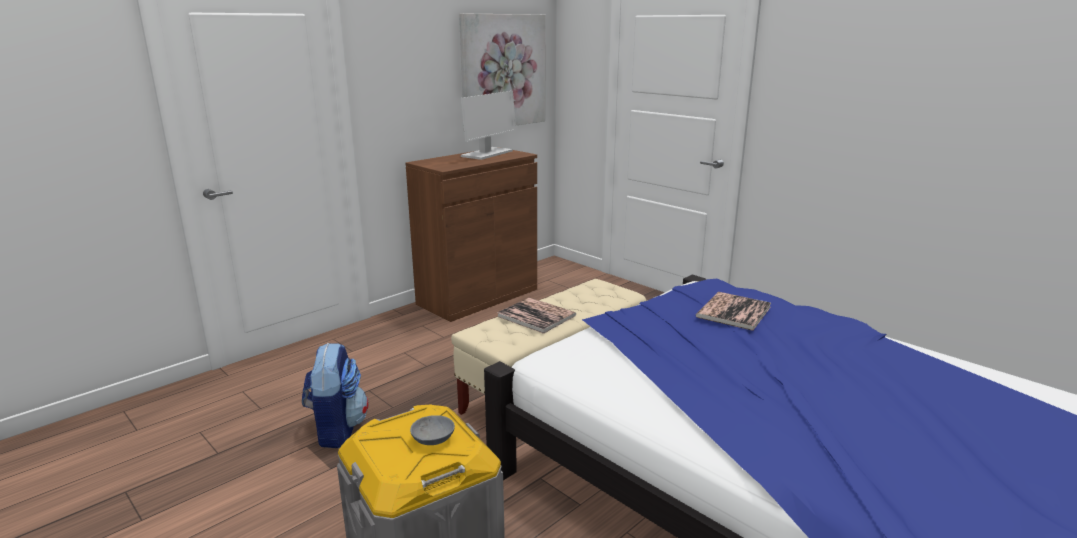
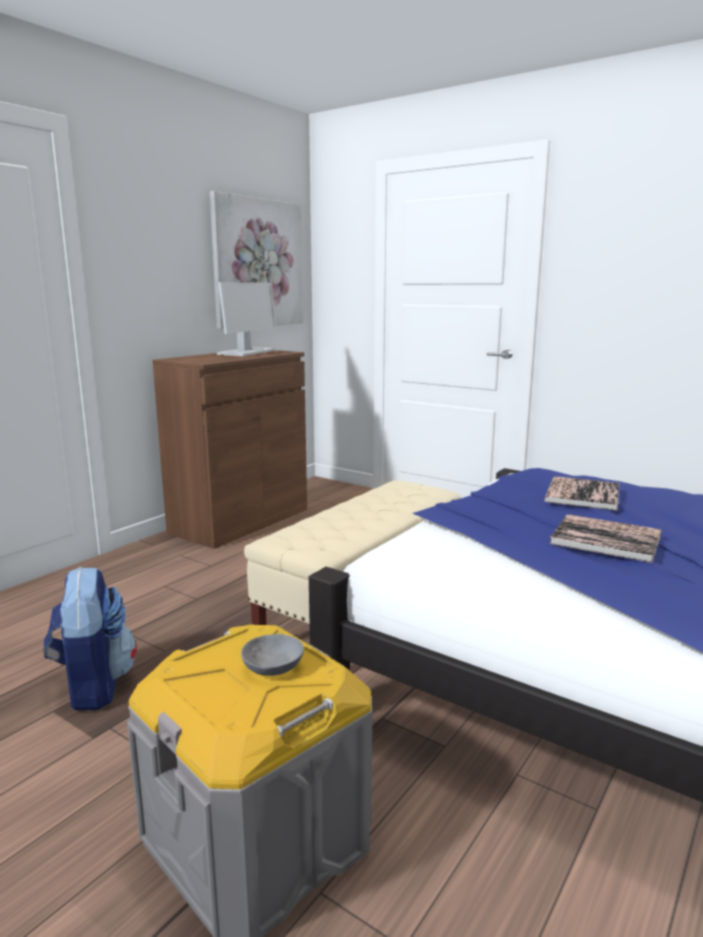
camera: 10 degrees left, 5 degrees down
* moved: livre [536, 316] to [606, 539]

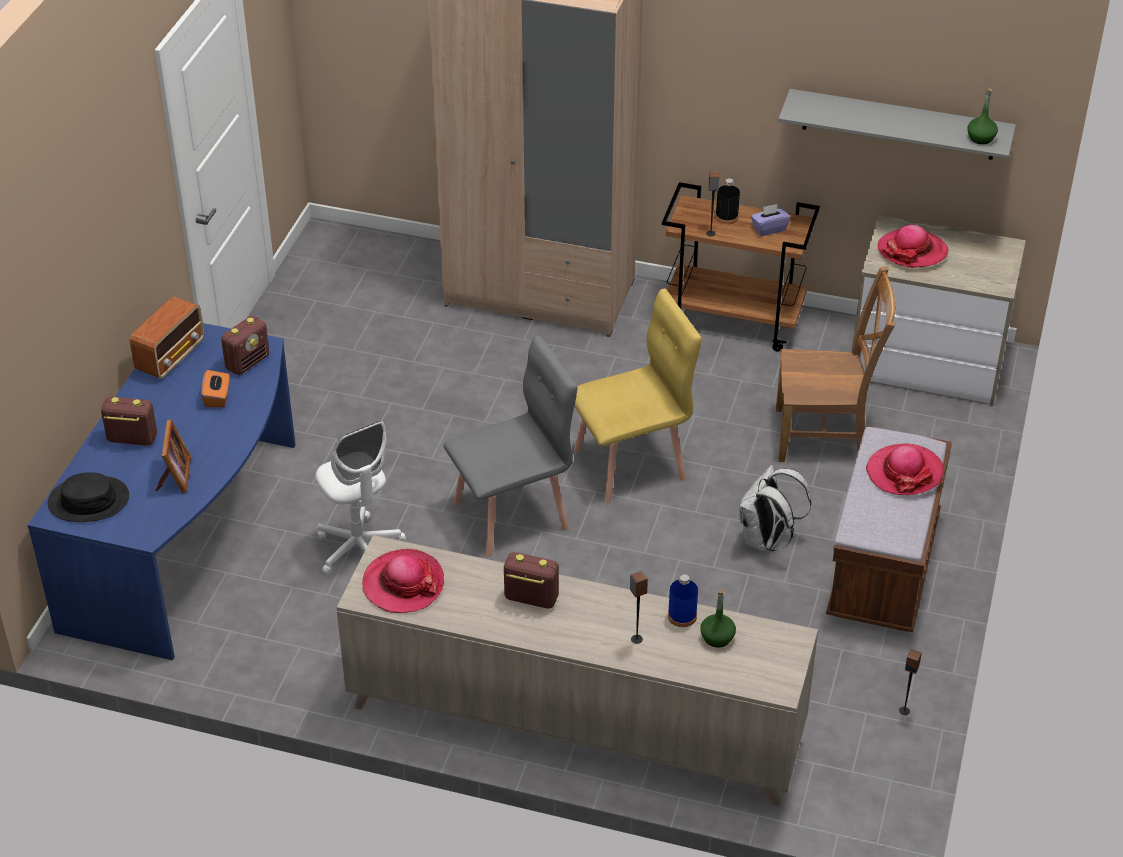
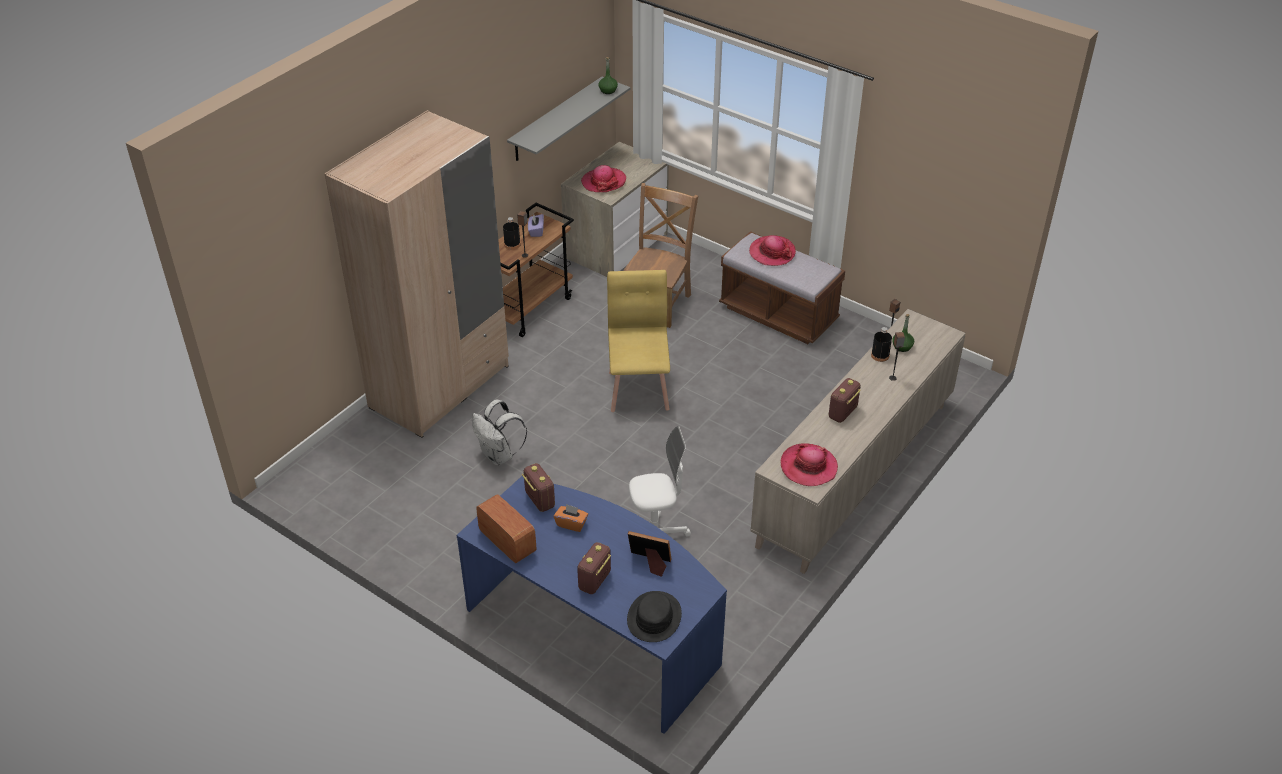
camera: 70 degrees left, 0 degrees up
* removed: chaise (gris) [512, 515]
* moved: sac à dos (blanc) [766, 541] to [499, 456]
* recoloured: bouteille (bleu) [682, 616] to bouteille (noir) [880, 355]

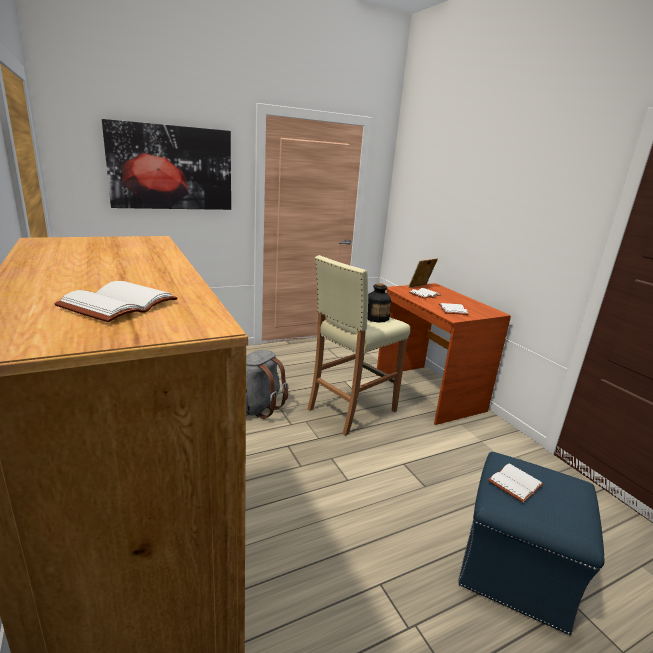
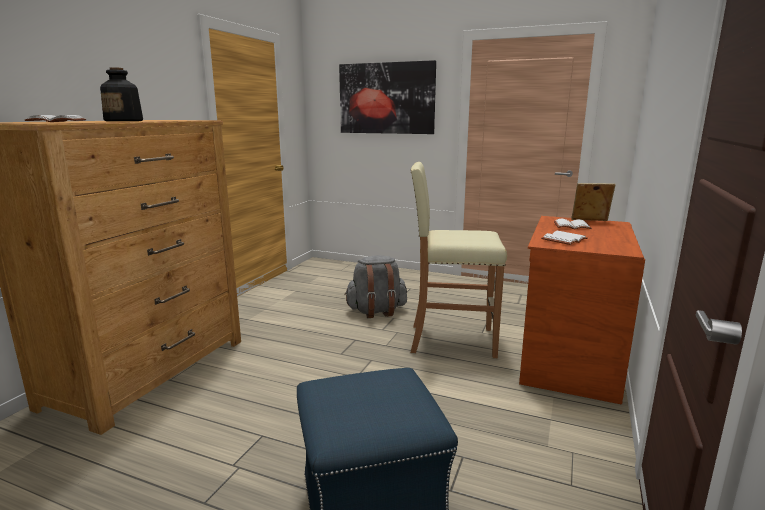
camera: 50 degrees right, 5 degrees down
* removed: livre (blanc) [514, 482]
* moved: bouteille [376, 318] to [124, 121]

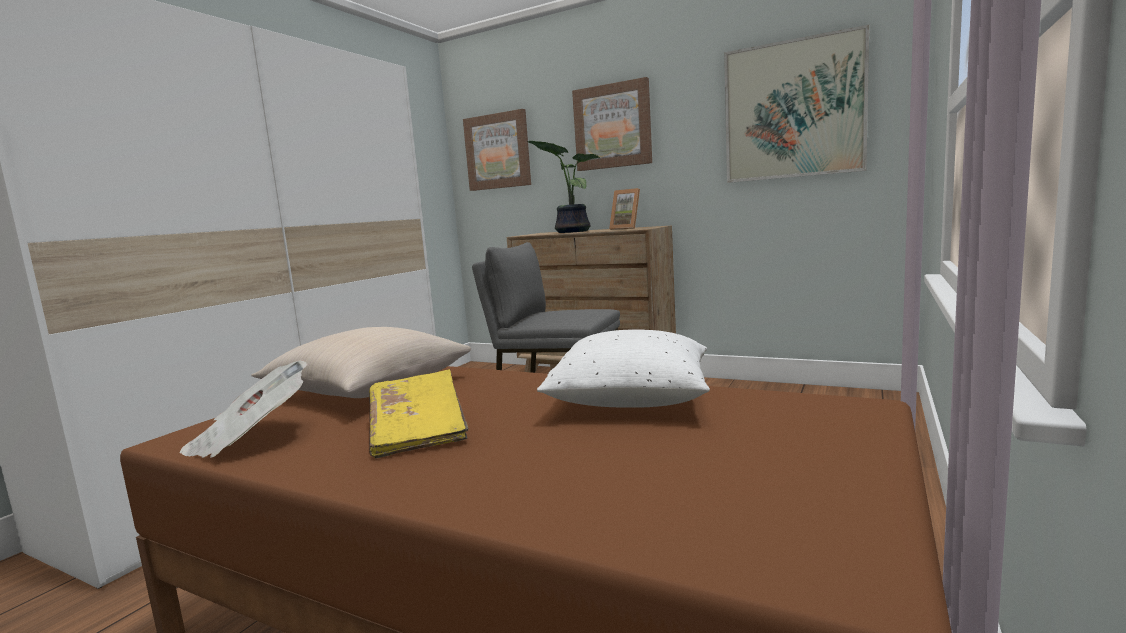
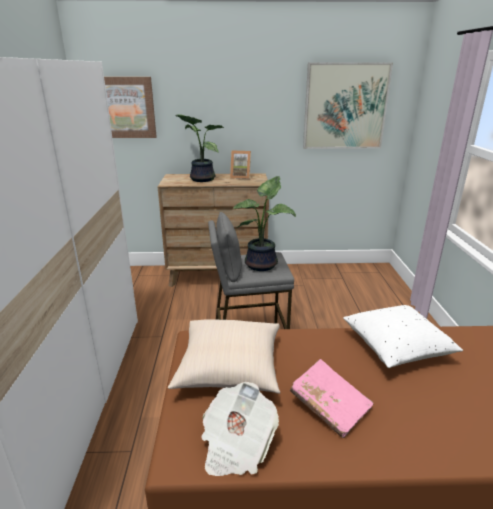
camera: 30 degrees left, 15 degrees up
* removed: tableau [612, 126]
* added: plante en pot [263, 264]
* recoloured: livre (jaune) [418, 431] to livre (rose) [329, 405]

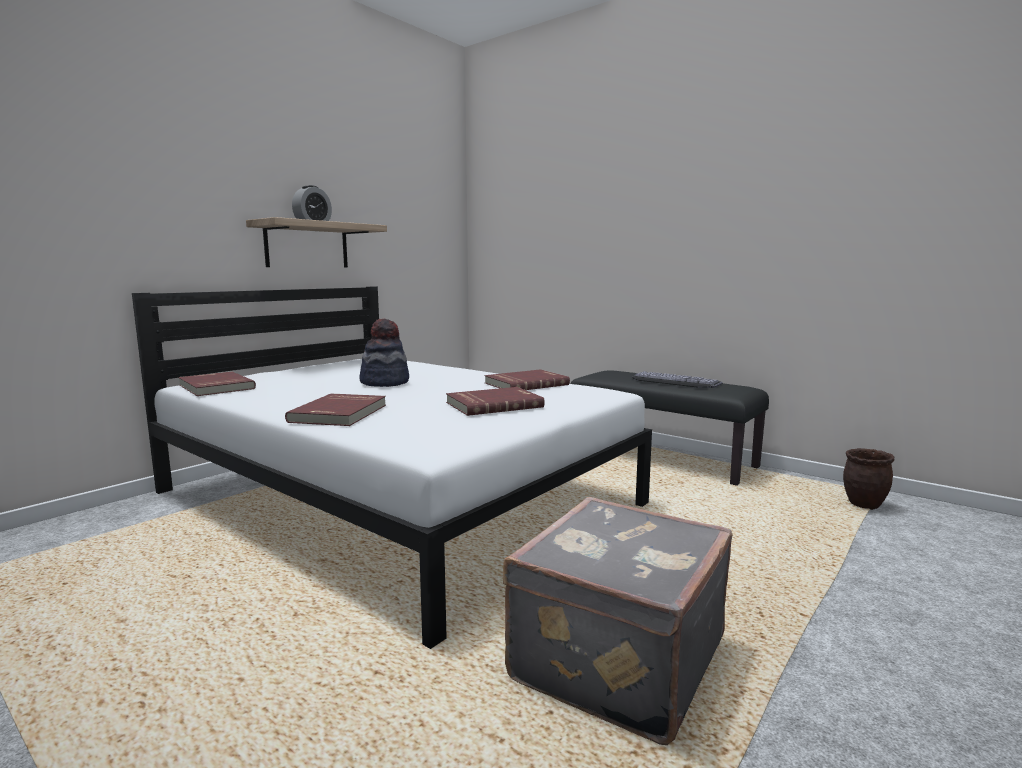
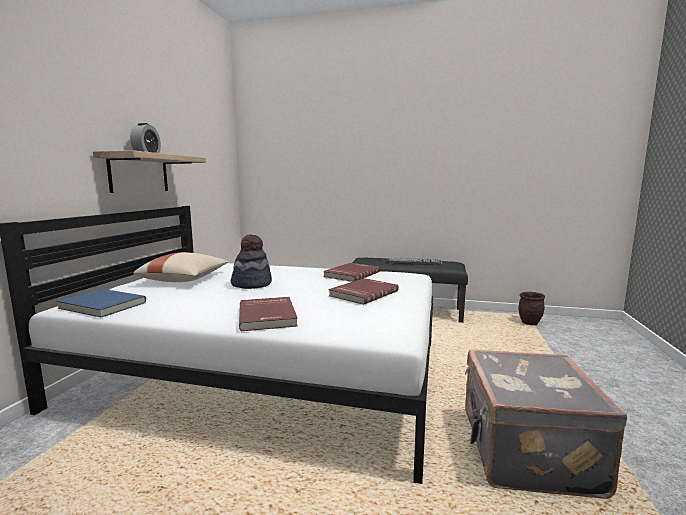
camera: 25 degrees left, 0 degrees up
* added: coussin (beige) [185, 280]
* recoloured: livre (rouge) [215, 387] to livre (bleu) [101, 306]

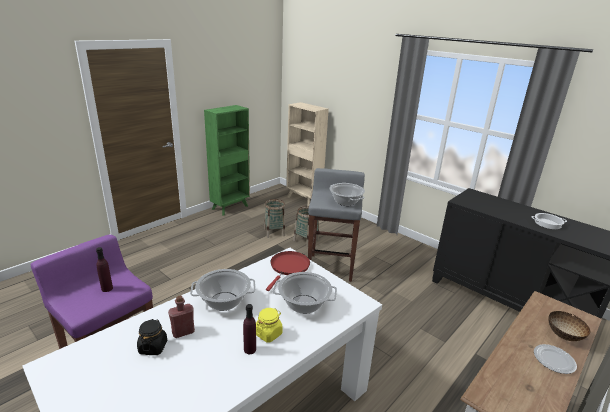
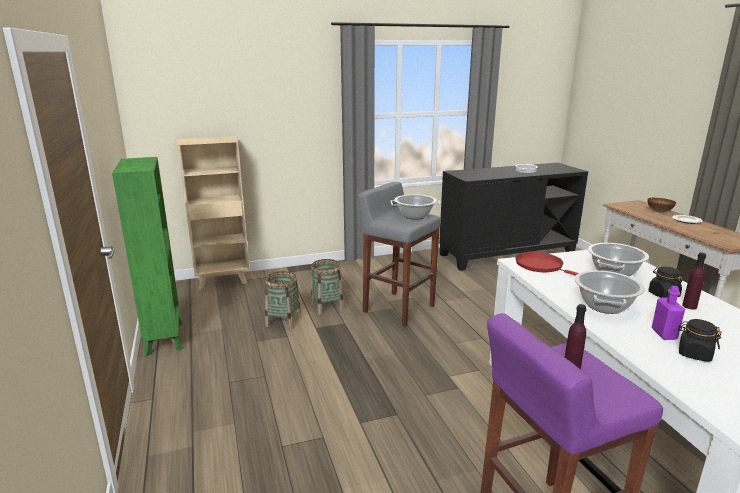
camera: 60 degrees left, 5 degrees down
* recoloured: bouteille (rouge) [183, 332] to bouteille (violet) [664, 334]
* recoloured: bocal (jaune) [268, 334] to bocal (noir) [663, 294]

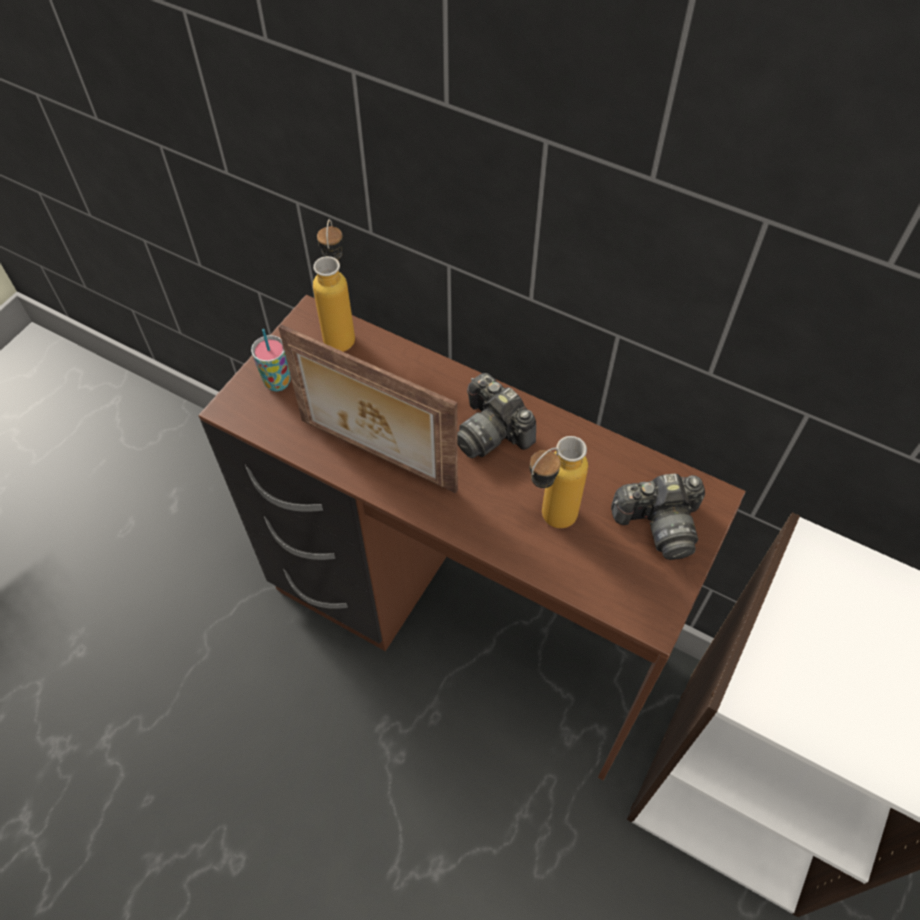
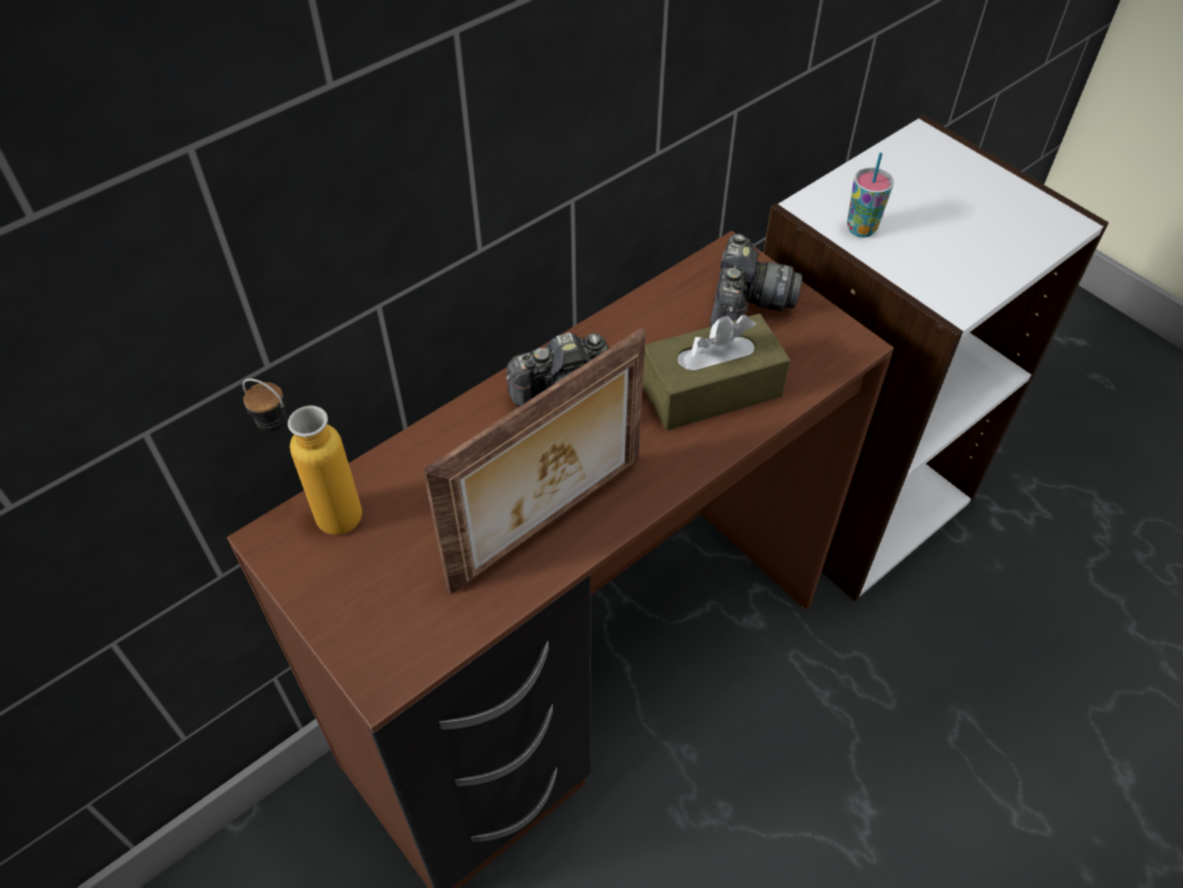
camera: 70 degrees left, 5 degrees down
* moved: tasse [277, 382] to [861, 229]
* replaced: bouteille [548, 523] to boîte à mouchoirs (marron) [711, 389]

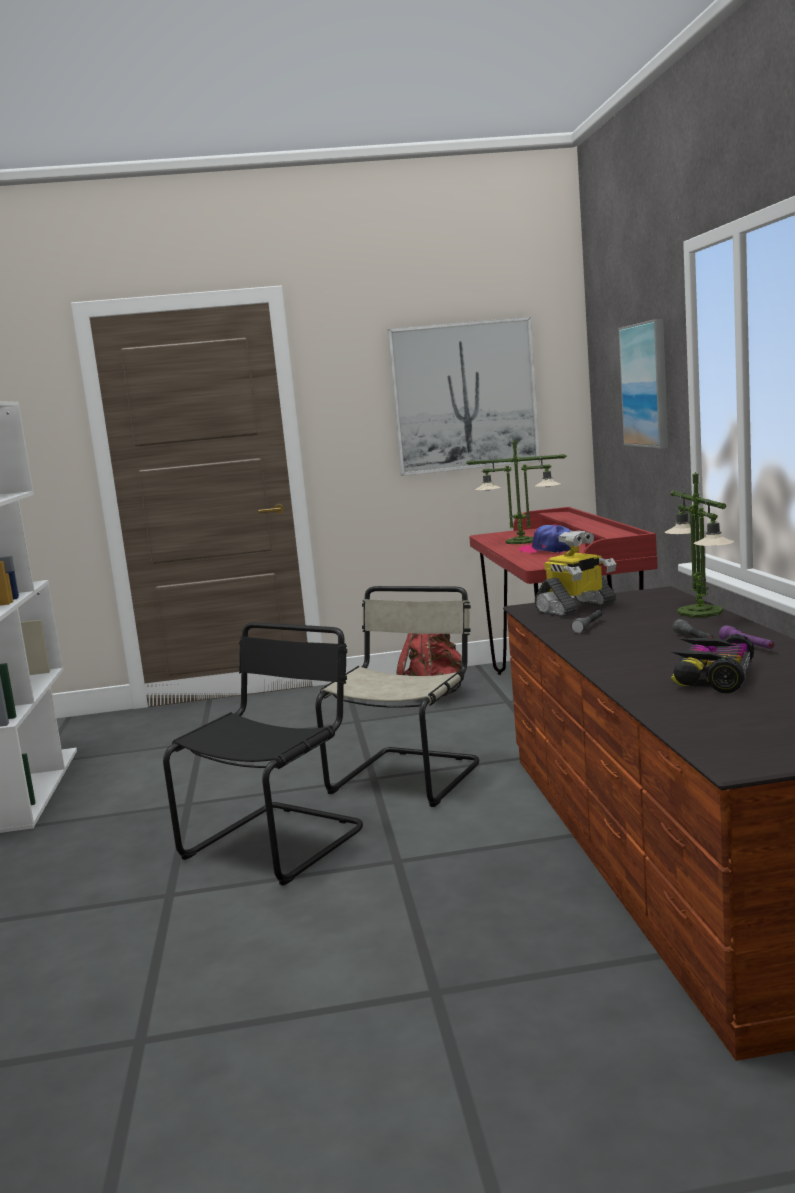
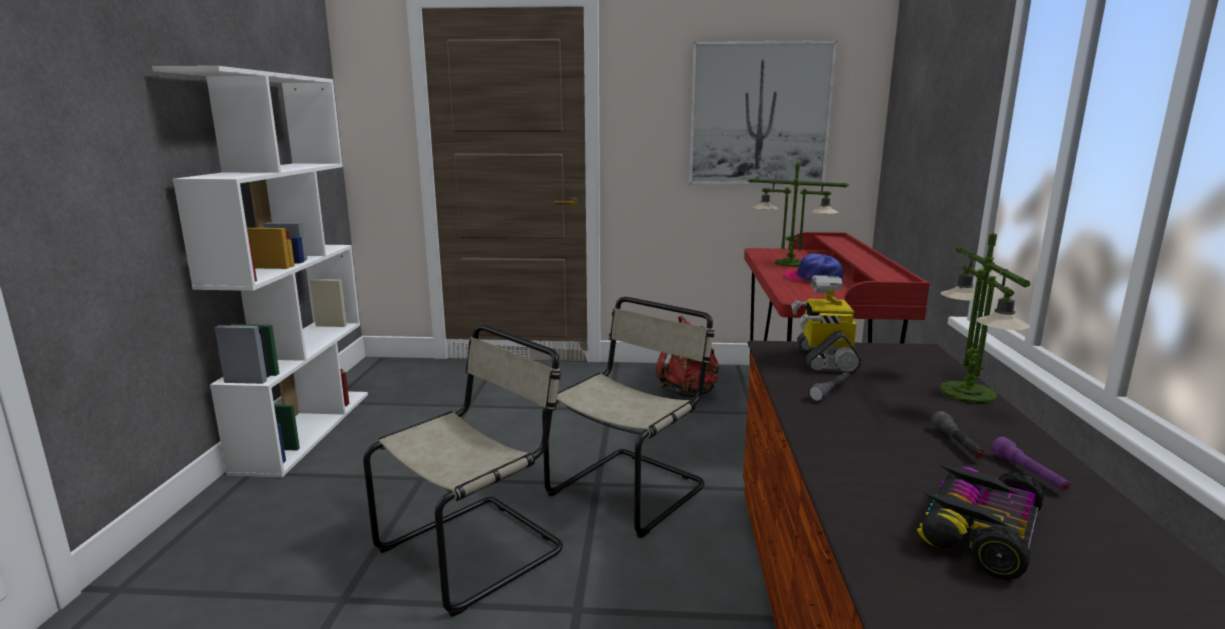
camera: 10 degrees right, 5 degrees up
* removed: tableau [646, 385]
* recoloured: chaise (noir) [279, 841] to chaise (beige) [477, 548]
* turned: robot jouet [576, 608] = [824, 359] 120 degrees clockwise

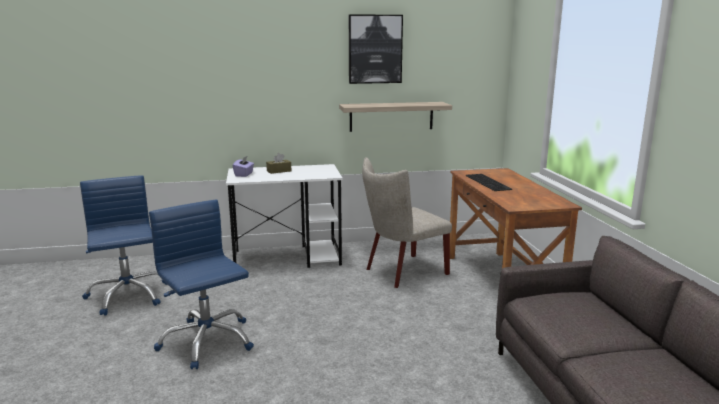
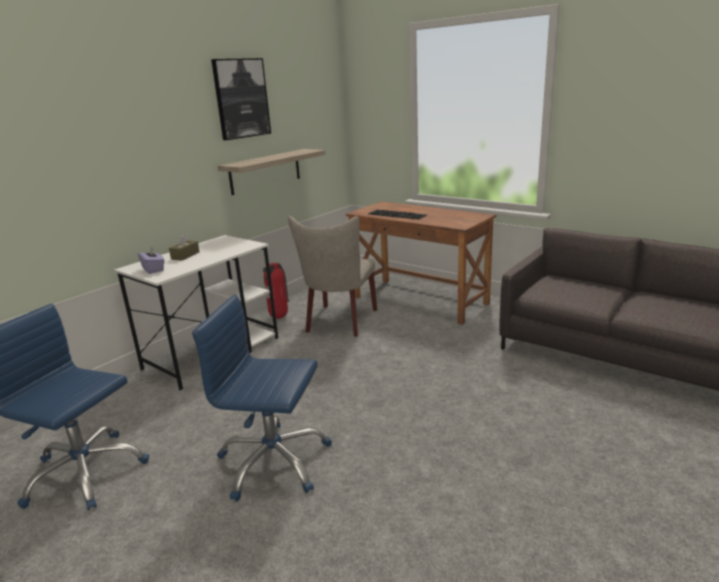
camera: 40 degrees left, 5 degrees up
* added: extincteur [279, 317]

